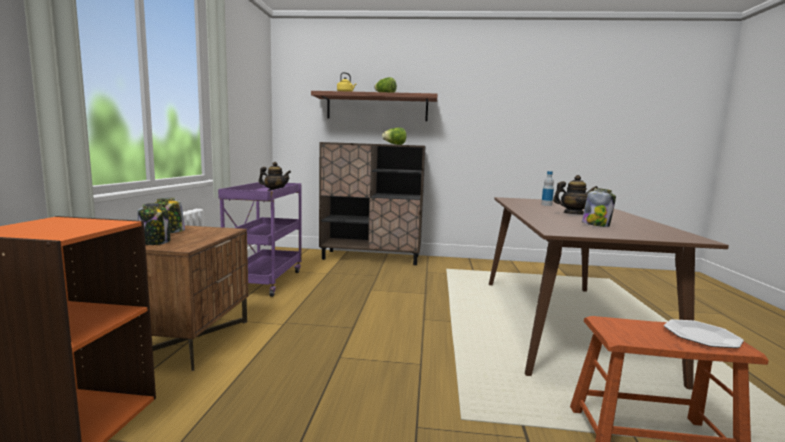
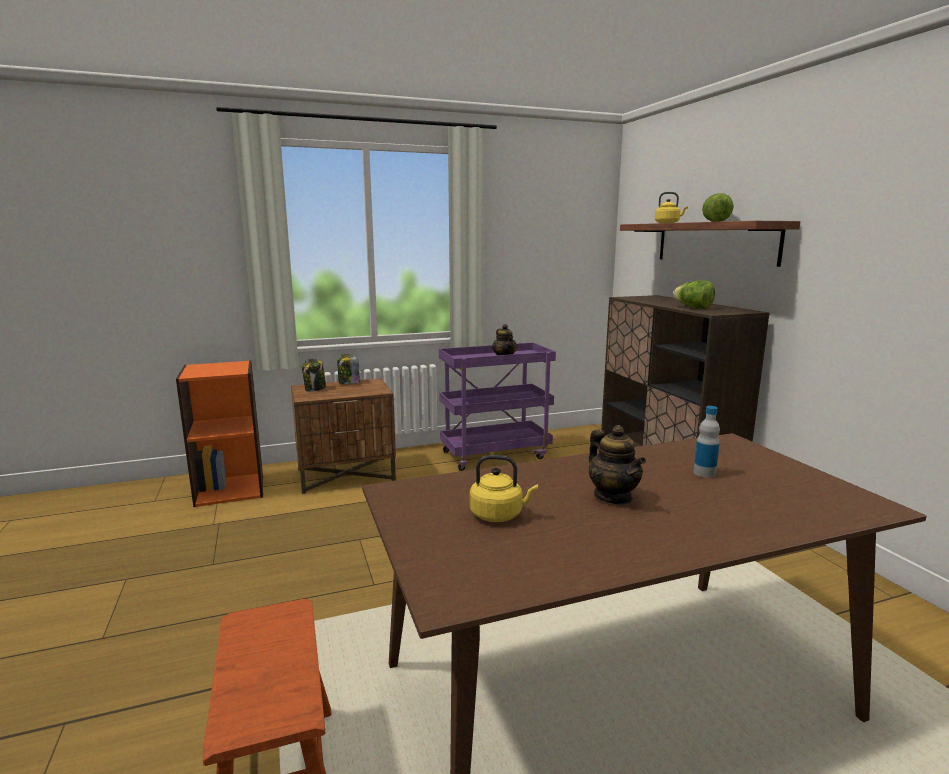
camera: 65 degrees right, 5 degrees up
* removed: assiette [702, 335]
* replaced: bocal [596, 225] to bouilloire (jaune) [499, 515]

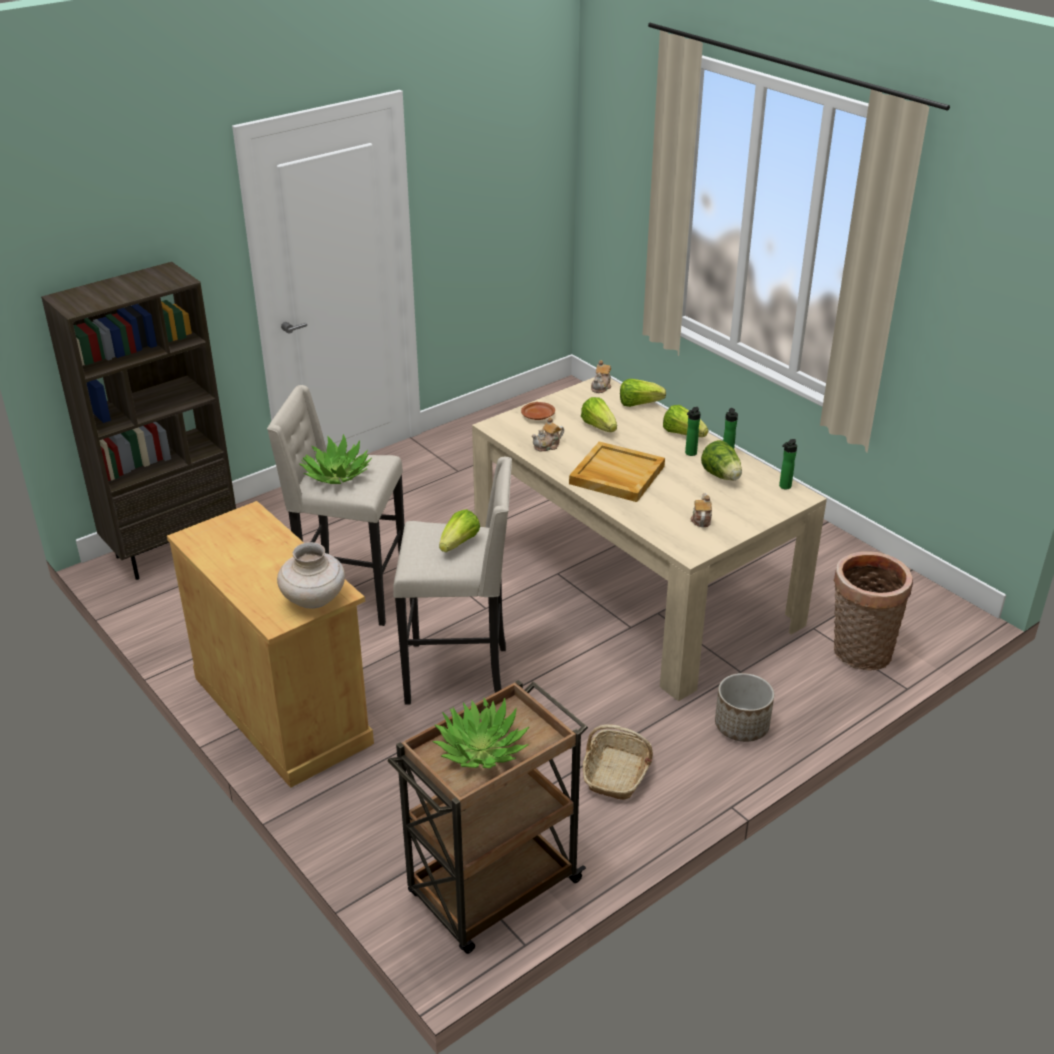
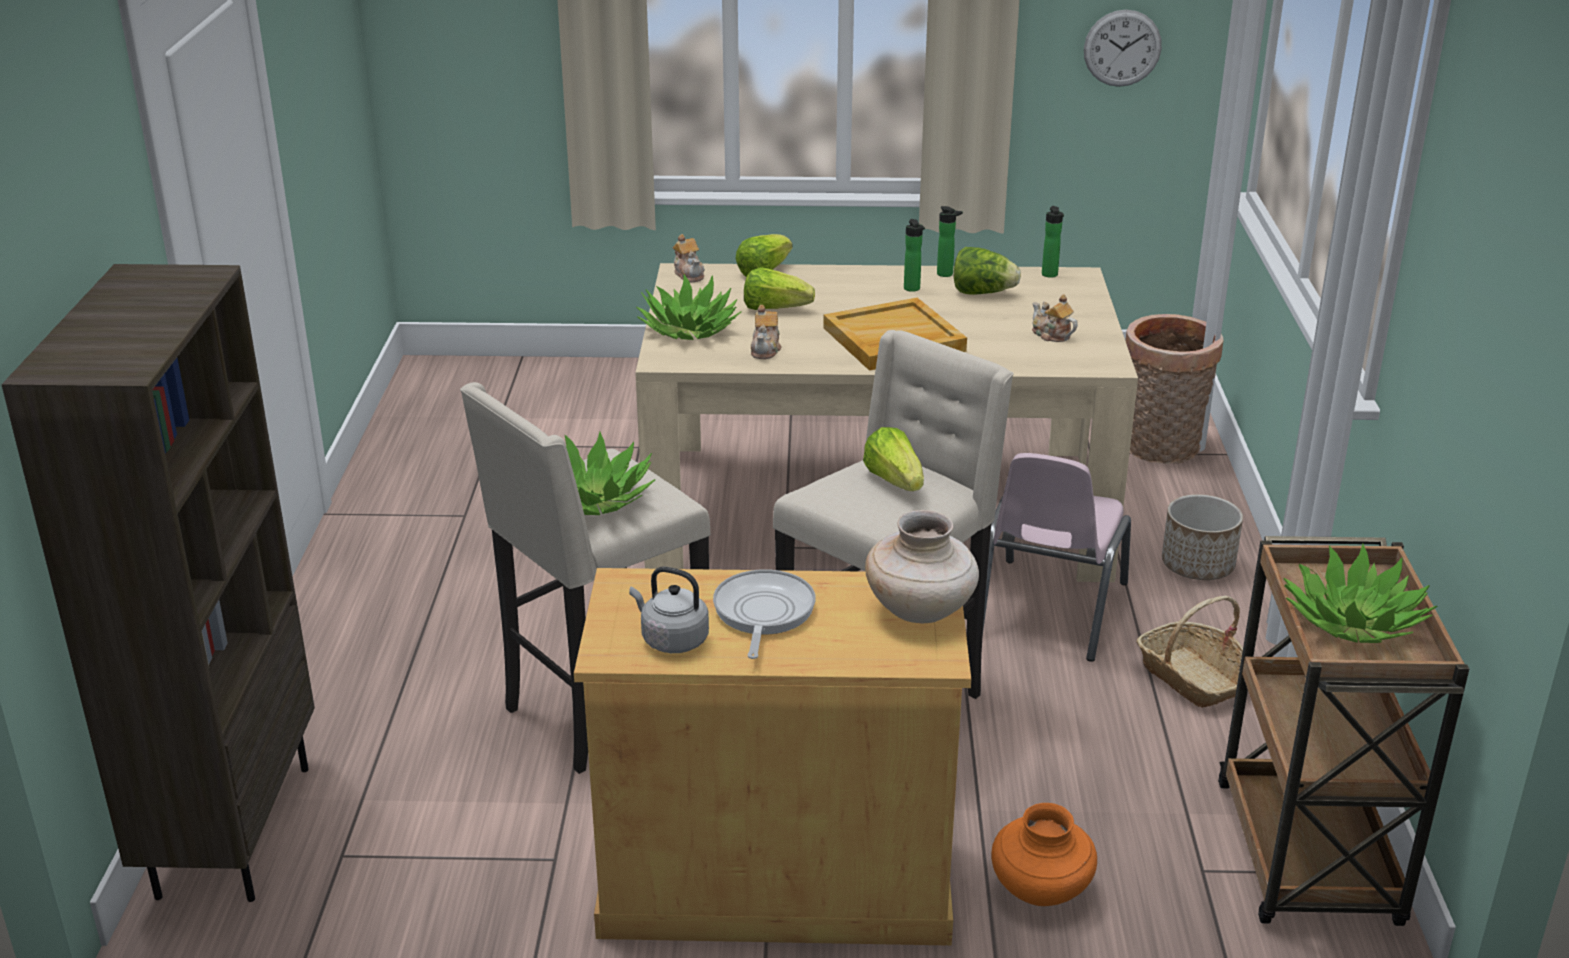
camera: 50 degrees left, 5 degrees down
* removed: laitue [683, 434]
* added: bouilloire (gris) [671, 640]
* added: poêle [762, 613]
* added: chaise (rose) [1049, 610]
* added: vase (orange) [1040, 891]
* added: horloge murale [1122, 48]
* replaced: assiette (marron) [538, 416] to plante en pot [689, 329]

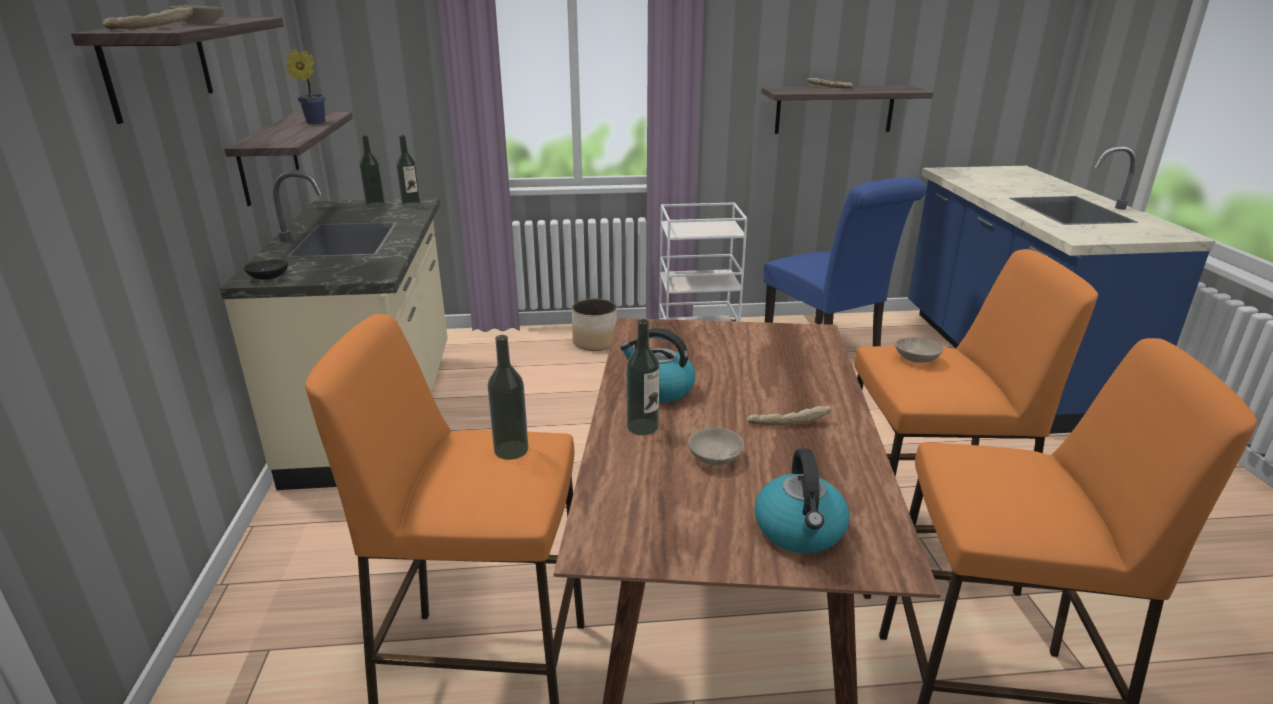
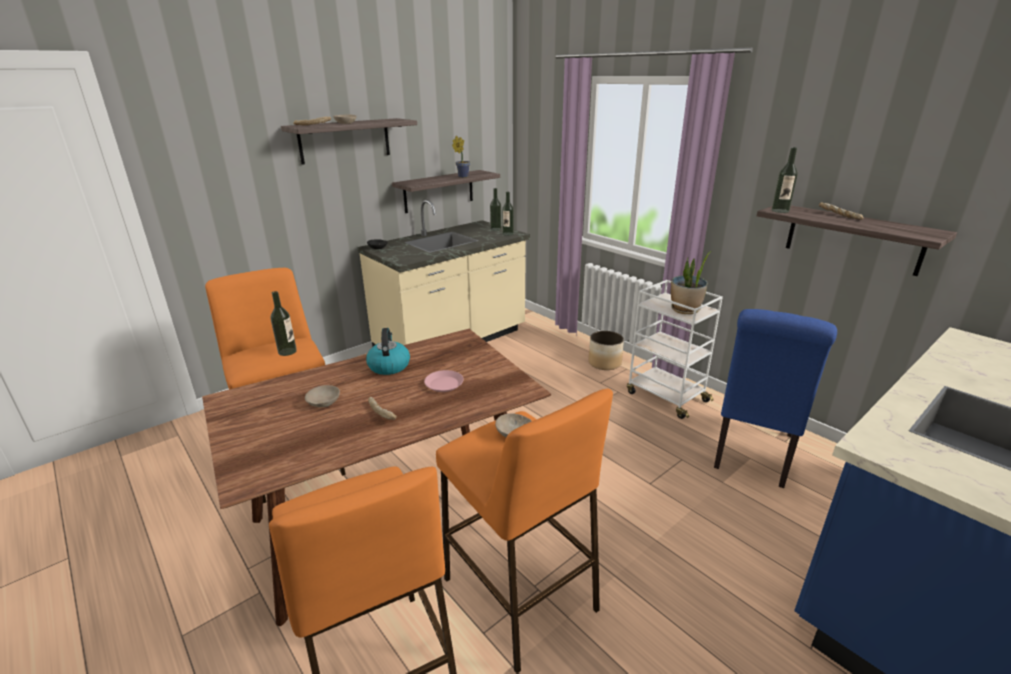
camera: 55 degrees right, 0 degrees up
* removed: bouilloire [800, 530]
* added: assiette (rose) [444, 384]
* added: plante en pot [685, 310]
* moved: bouteille [642, 427] to [780, 211]

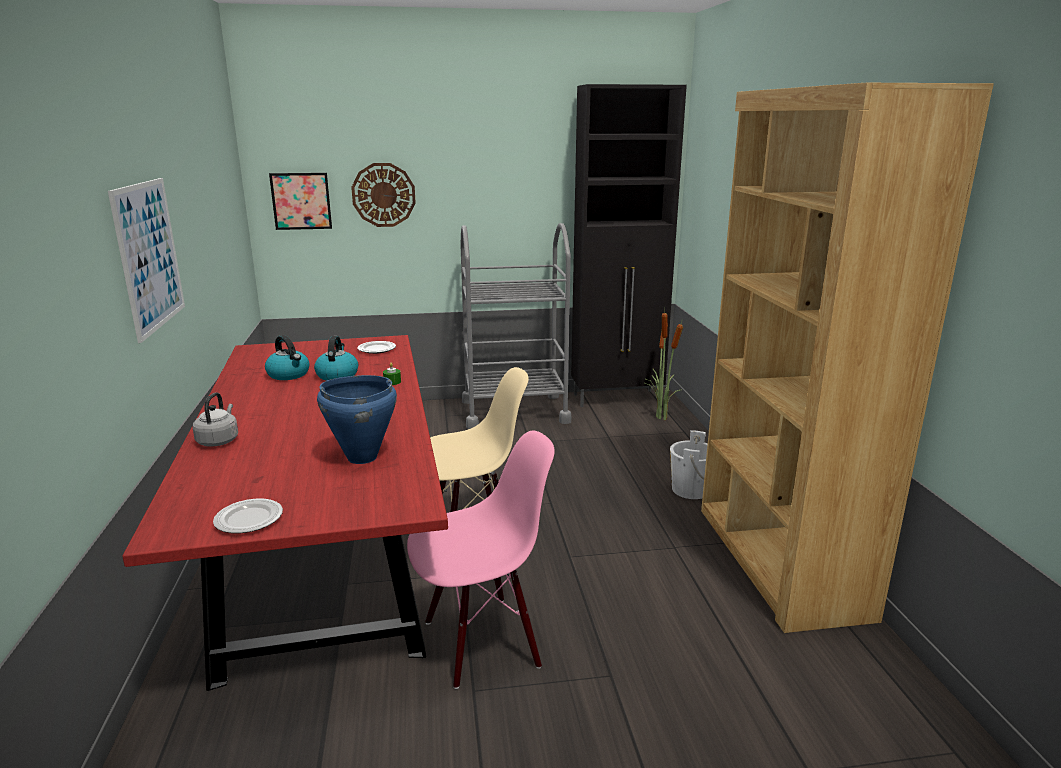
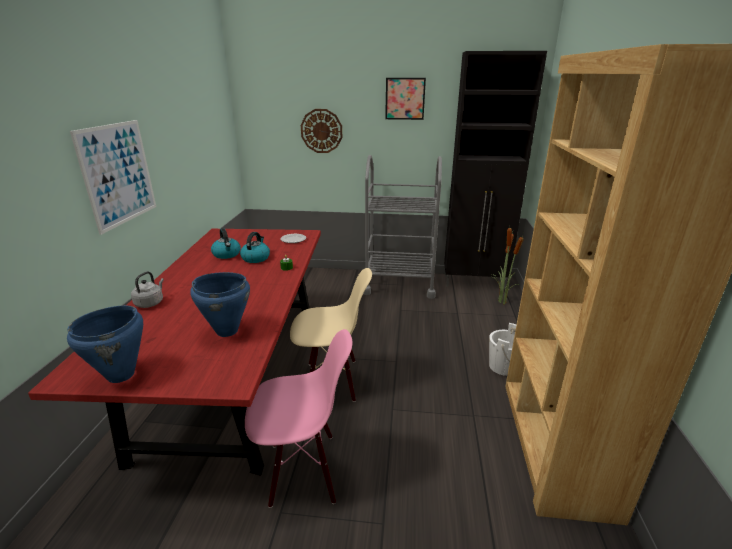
camera: 15 degrees right, 5 degrees up
* moved: tableau [301, 201] to [405, 98]
* replaced: assiette [249, 519] to marmite (bleu) [121, 375]

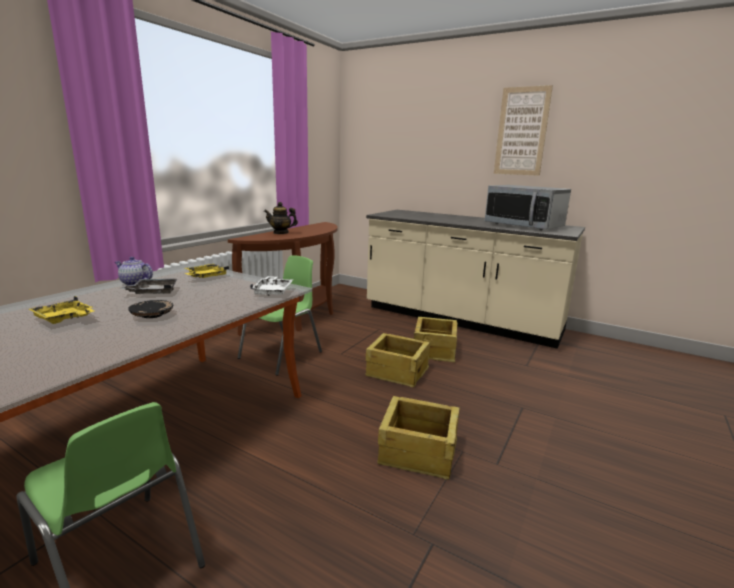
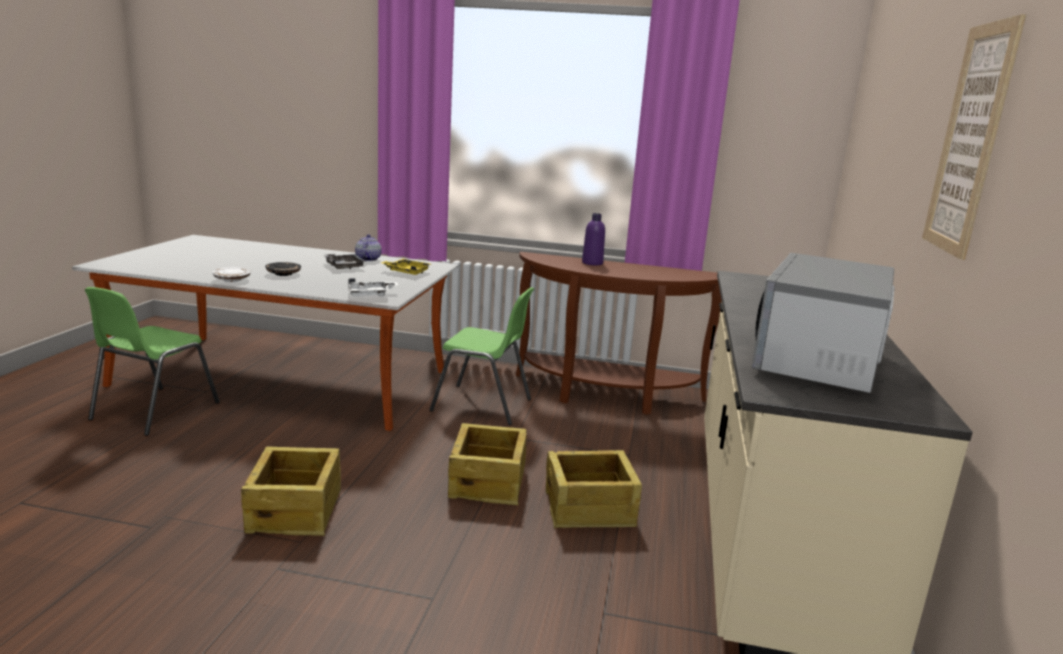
camera: 70 degrees right, 0 degrees up
* removed: plateau (jaune) [64, 319]
* added: assiette (blanc) [232, 280]
* replaced: théière [281, 233] to bouteille (violet) [592, 263]

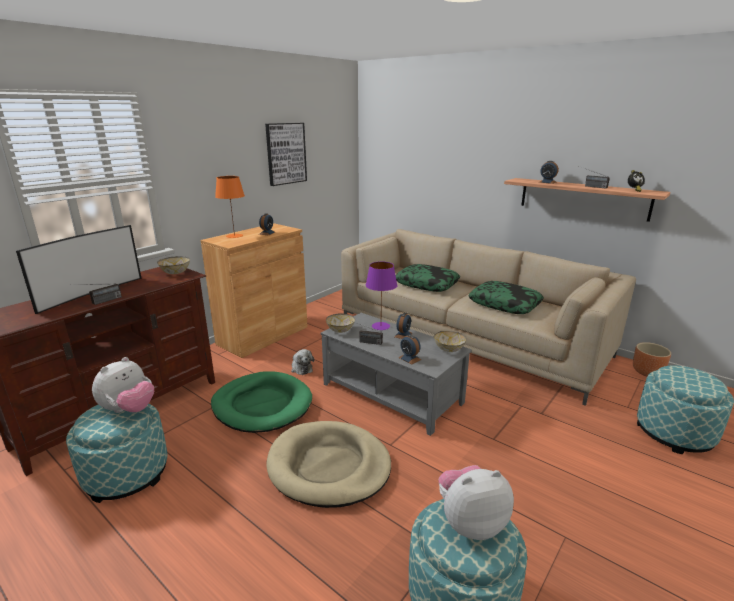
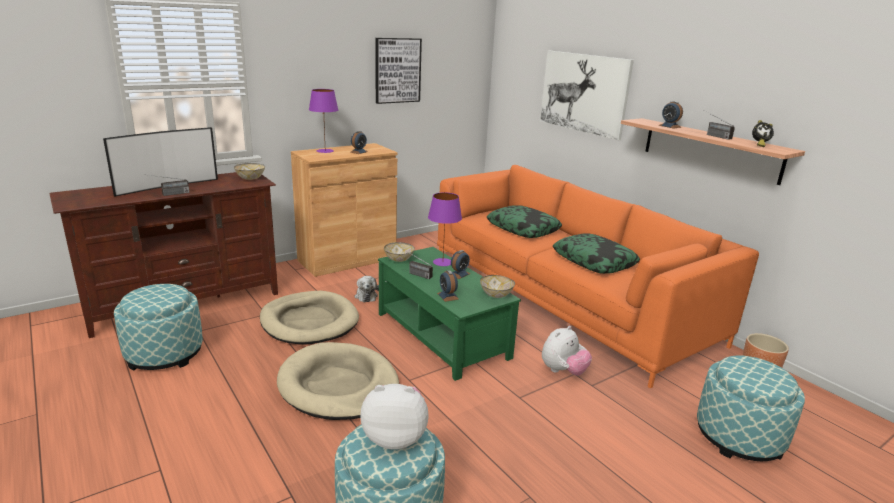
camera: 15 degrees right, 0 degrees up
* added: tableau [583, 93]
* moved: peluche [129, 409] to [563, 371]
* recoloured: panier pour chien (vert) [262, 405] to panier pour chien (beige) [309, 321]
* recoloured: lampe de table (orange) [234, 236] to lampe de table (violet) [325, 151]
* recoloured: table basse (gris) [392, 393] to table basse (vert) [443, 335]
* recoloured: canapé (beige) [468, 337] to canapé (orange) [564, 296]

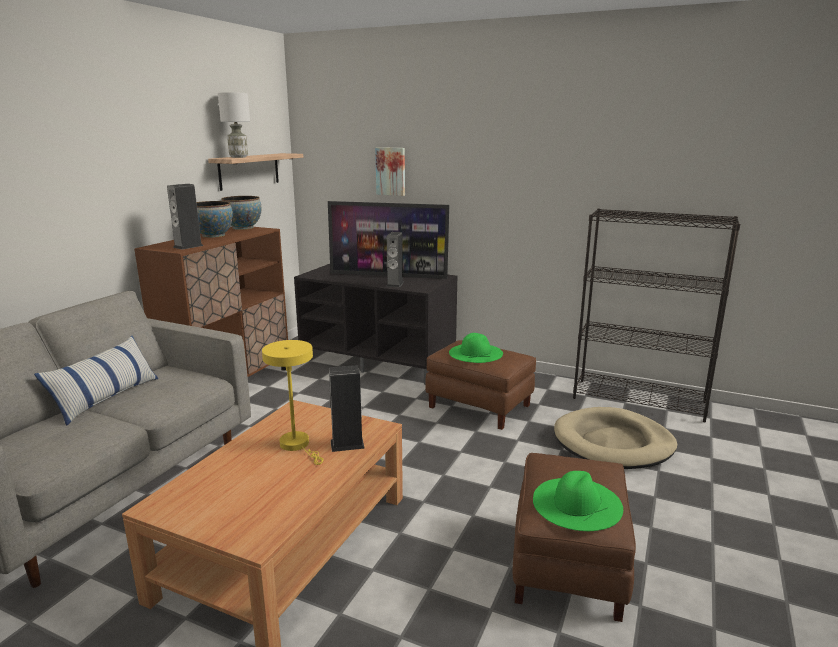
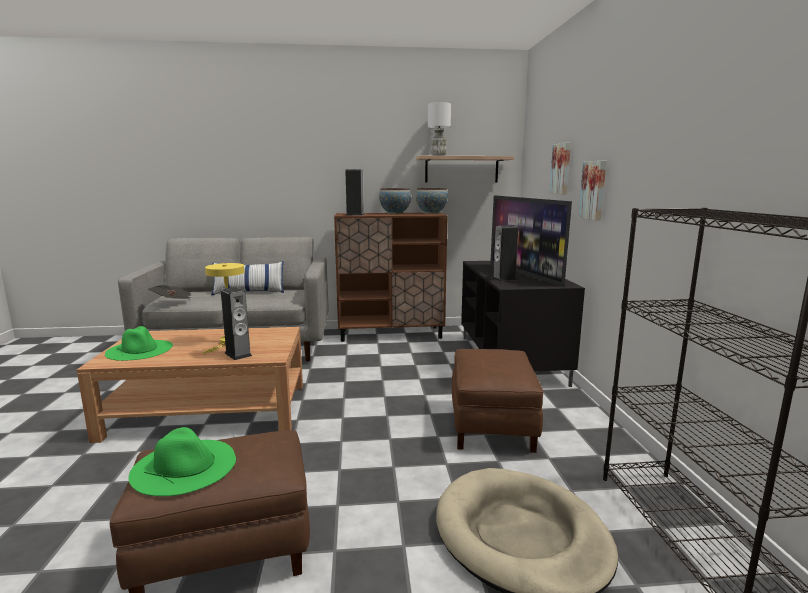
camera: 60 degrees right, 5 degrees down
* added: journal [173, 303]
* added: tableau [594, 190]
* moved: chapeau (vert) [475, 353] to [139, 349]

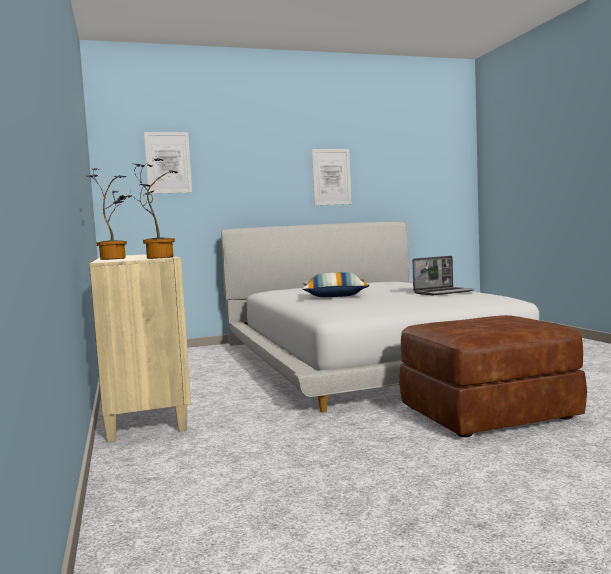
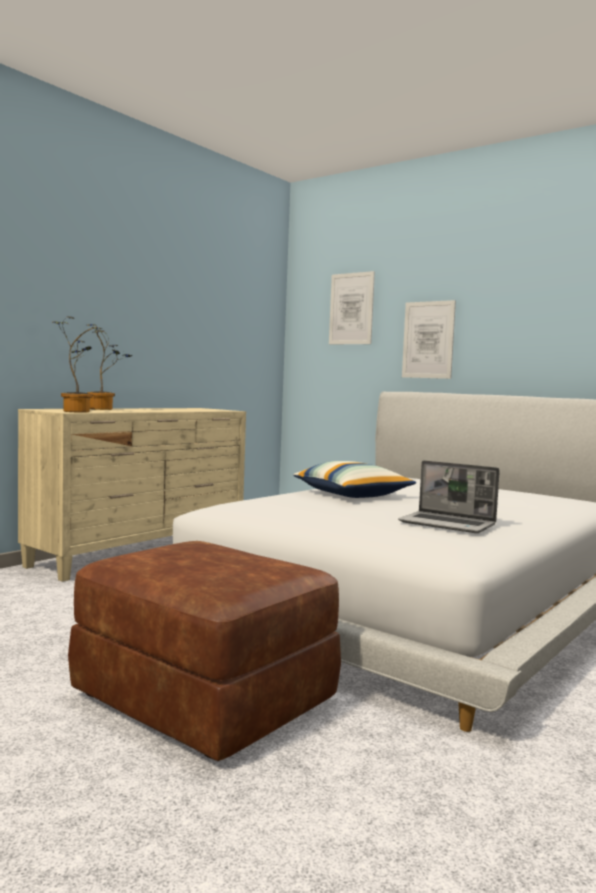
camera: 55 degrees right, 0 degrees up
* moved: tableau [331, 177] to [428, 340]

